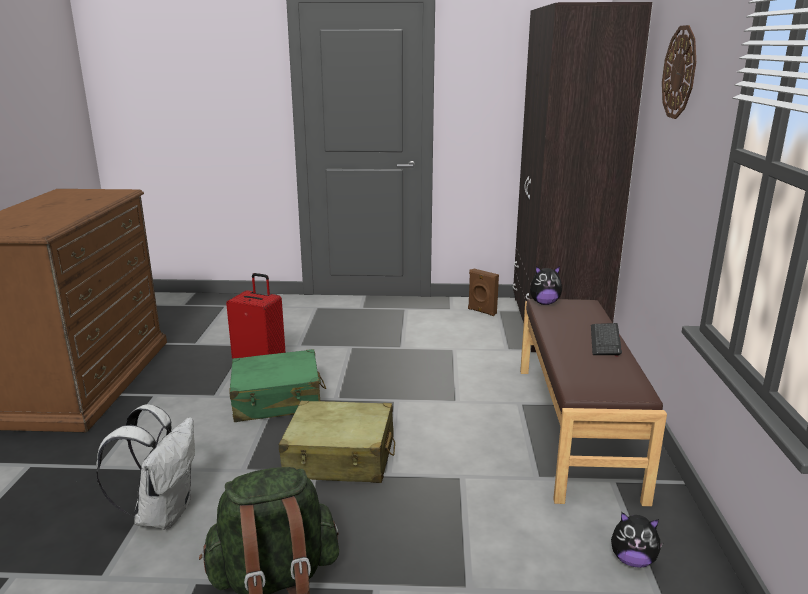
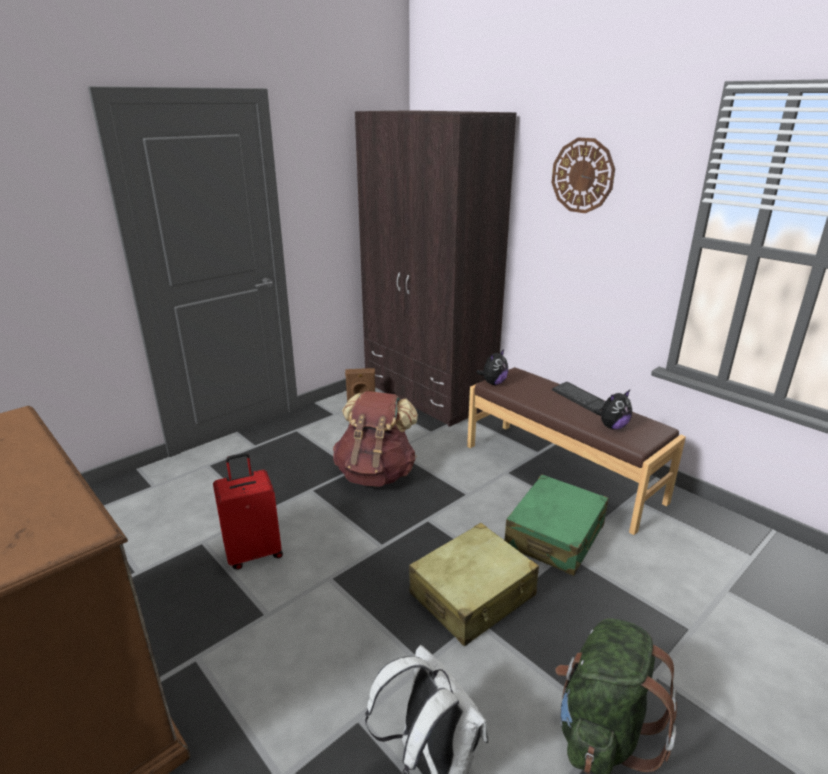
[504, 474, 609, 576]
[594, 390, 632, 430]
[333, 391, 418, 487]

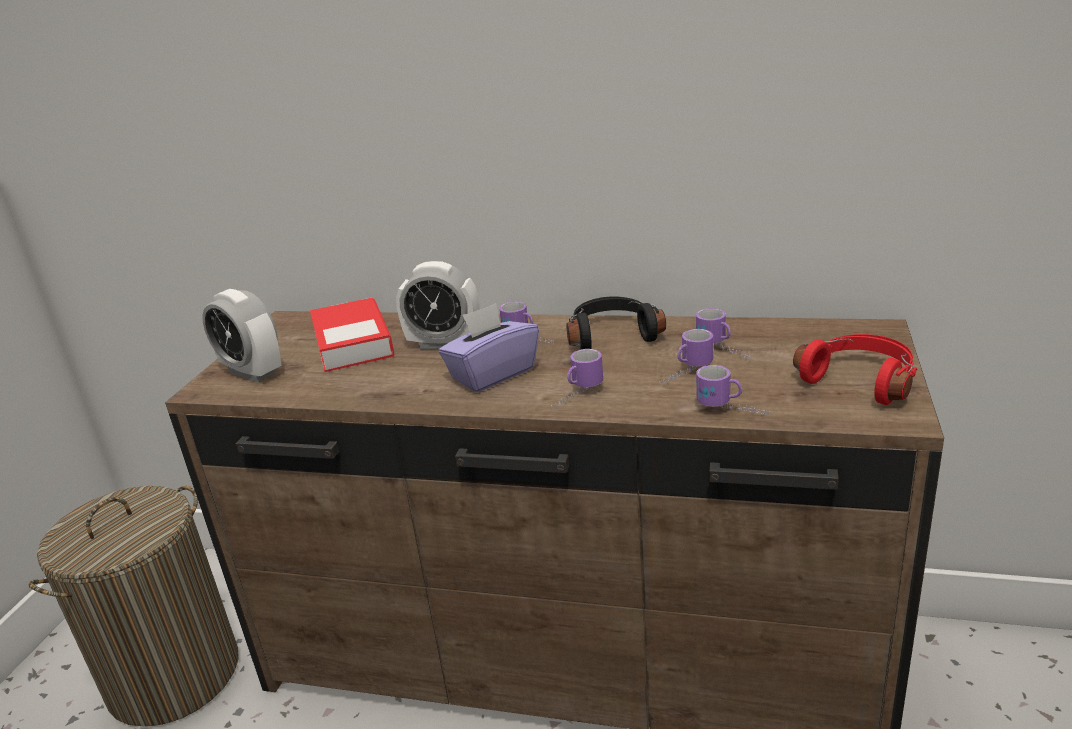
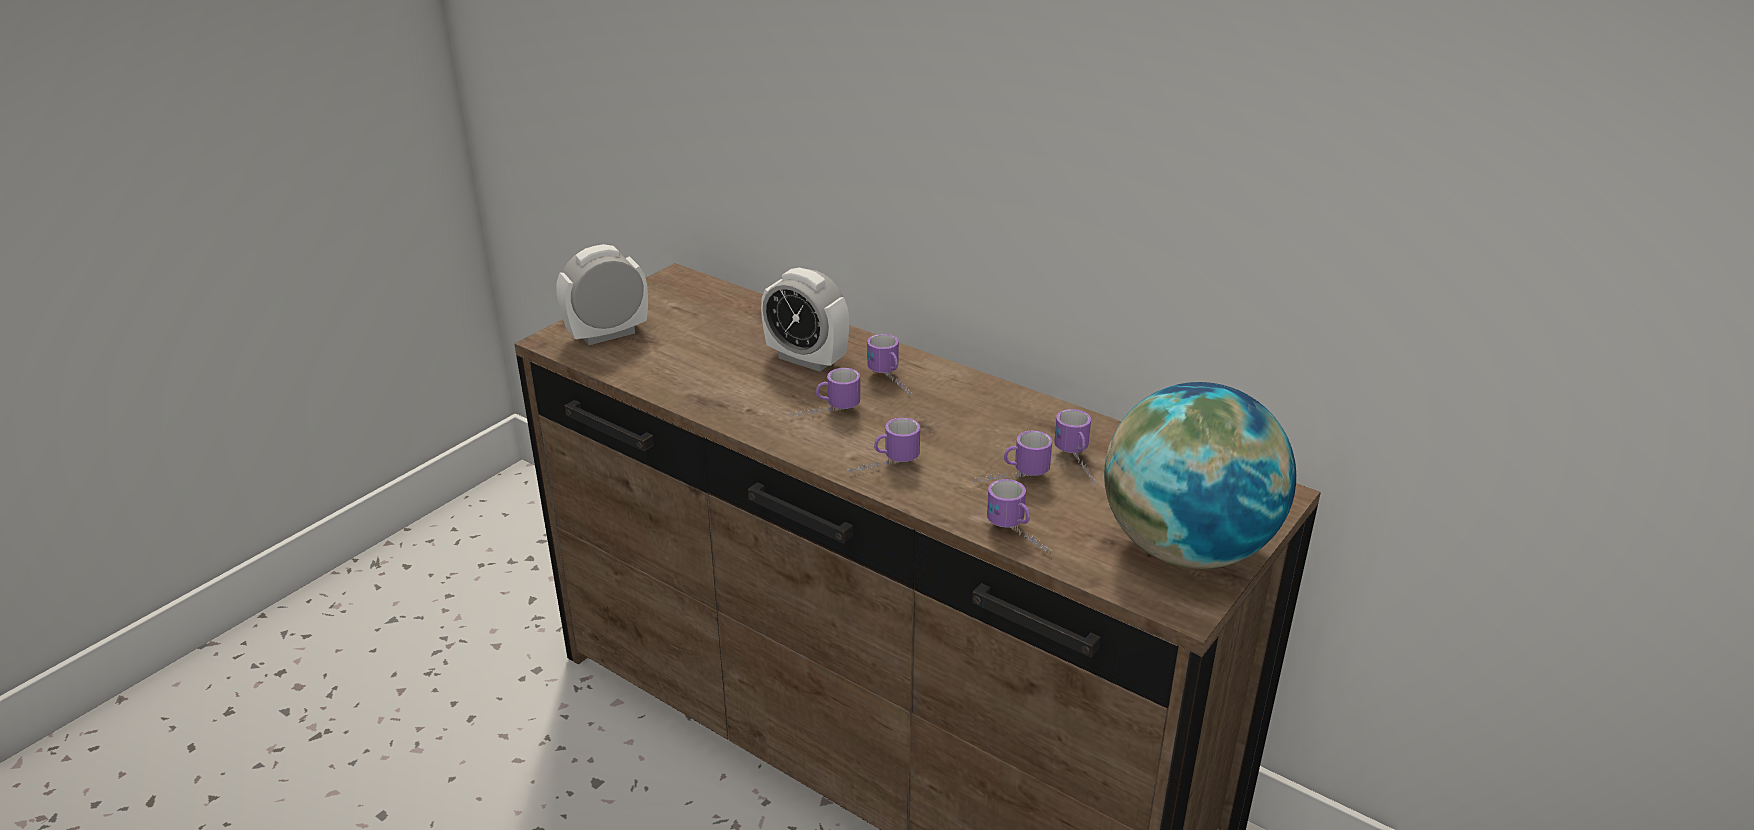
[557, 244, 648, 345]
[566, 297, 666, 349] (first image)
[310, 298, 395, 372] (first image)
[790, 368, 860, 417]
[1104, 382, 1296, 569]
[28, 486, 239, 727] (first image)

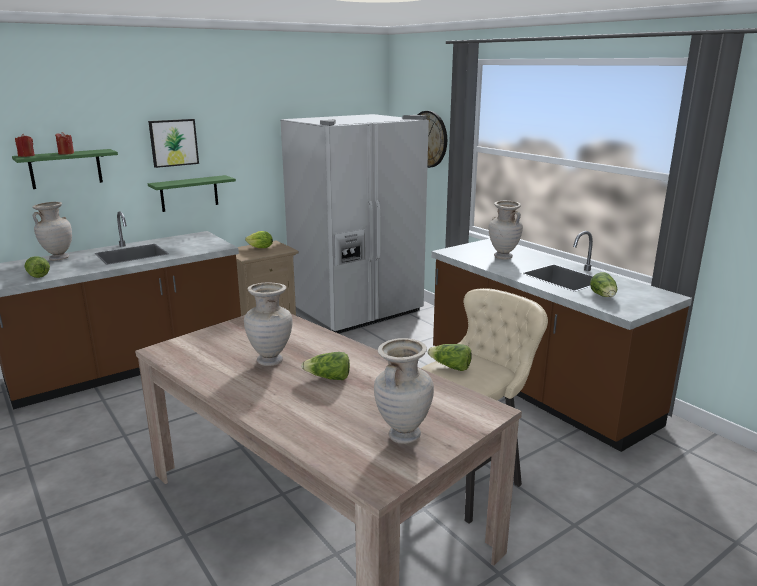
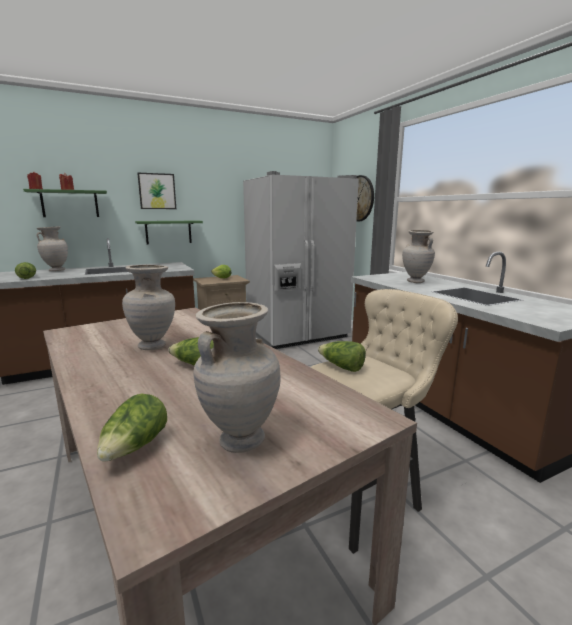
[97, 394, 167, 462]

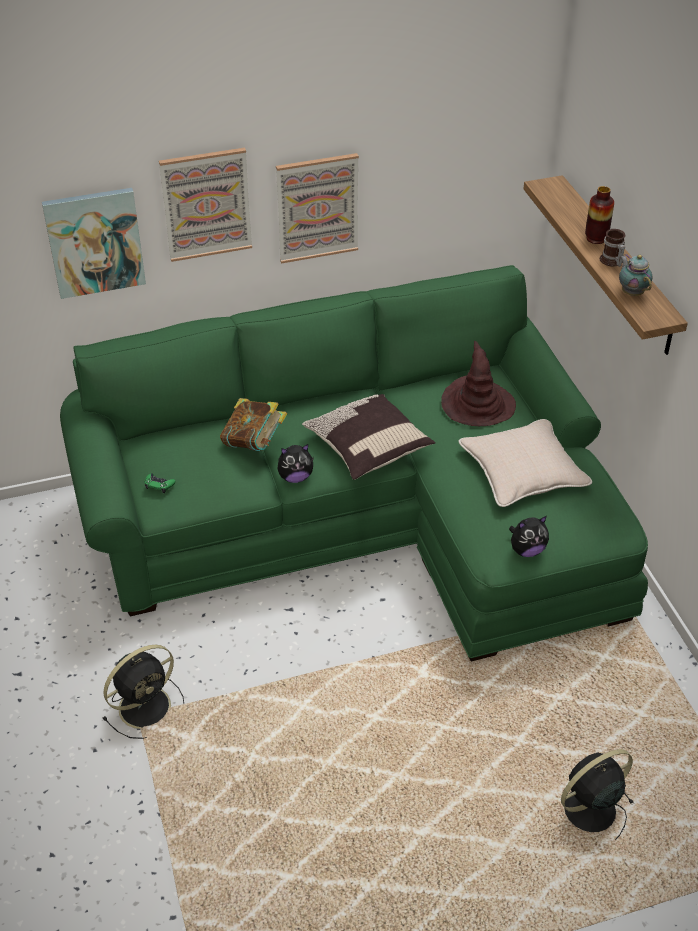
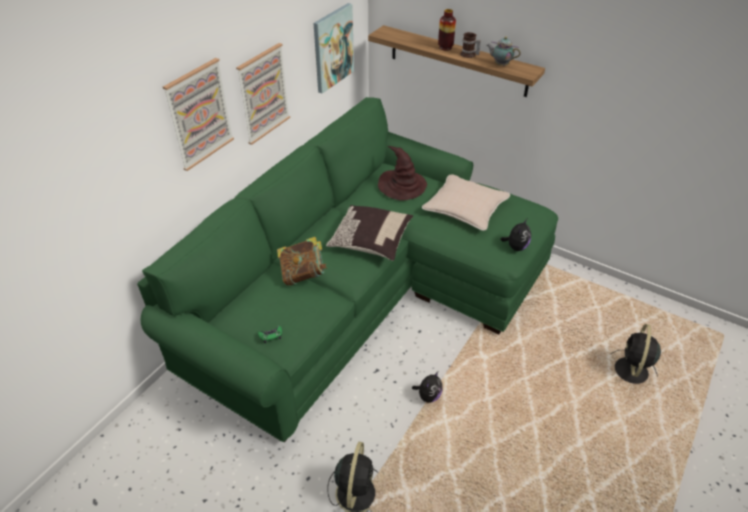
[314, 3, 354, 94]
[412, 372, 443, 403]

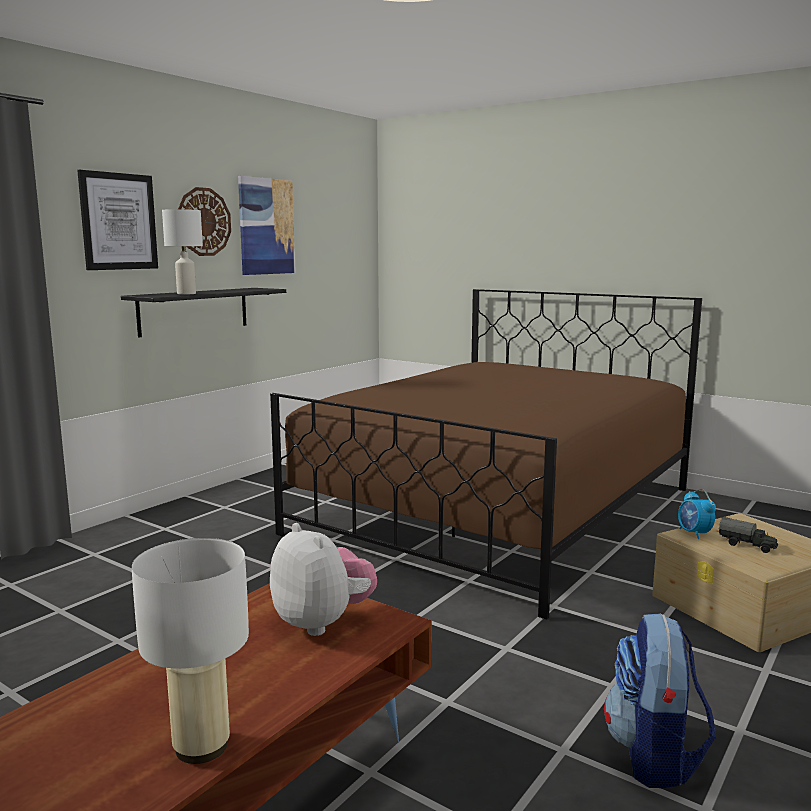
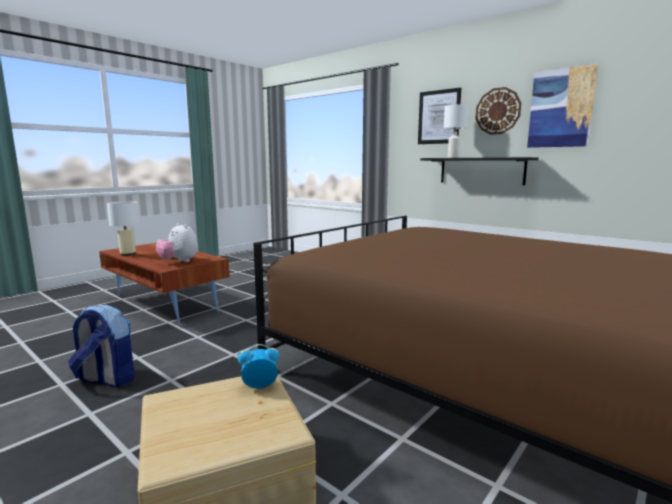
[719, 517, 778, 553] (first image)
[156, 223, 198, 262]

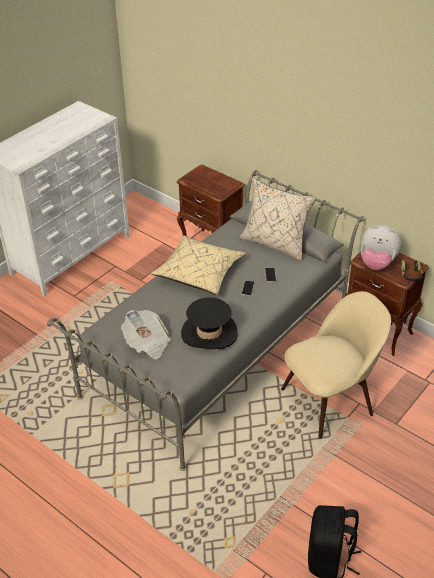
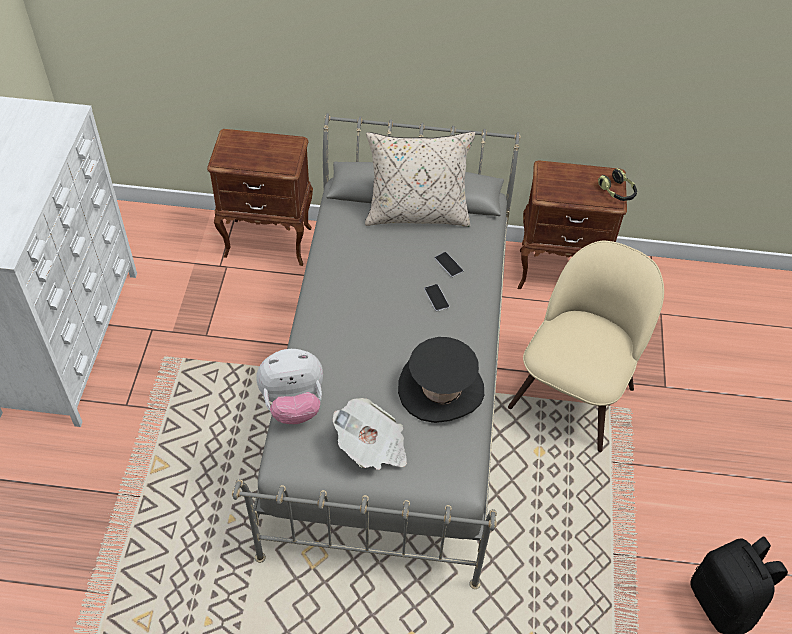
[257, 349, 323, 424]
[151, 235, 246, 295] (first image)

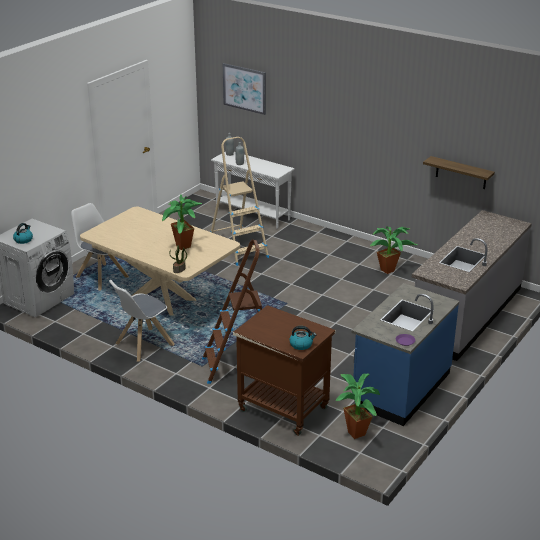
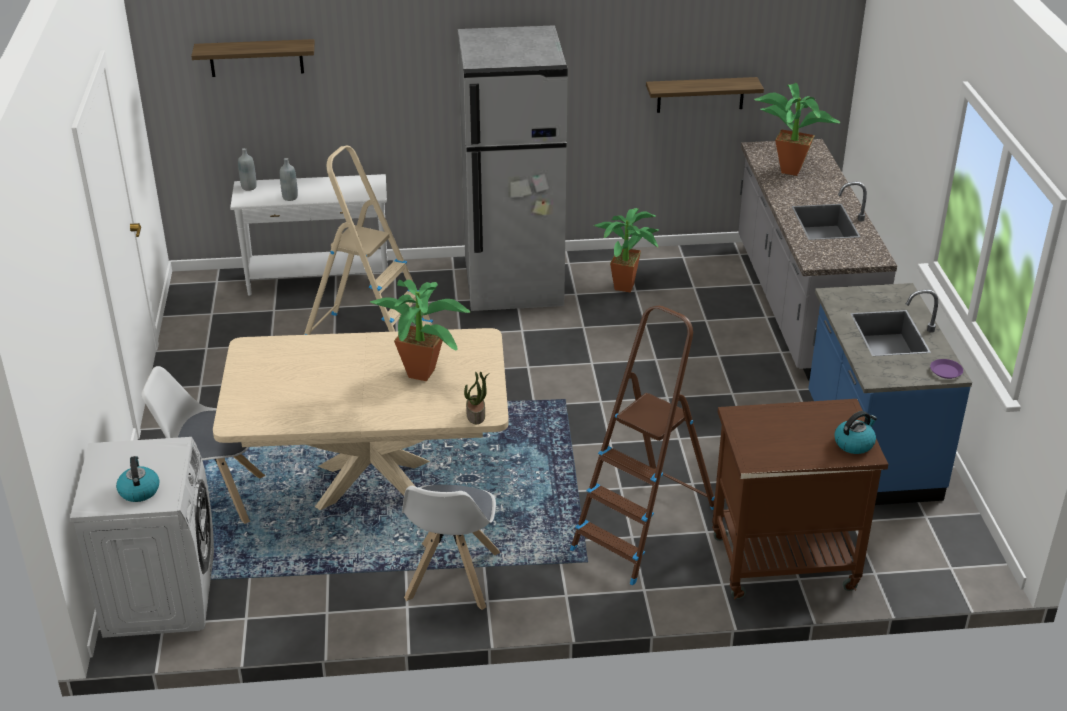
[191, 39, 315, 77]
[754, 83, 841, 176]
[458, 25, 568, 311]

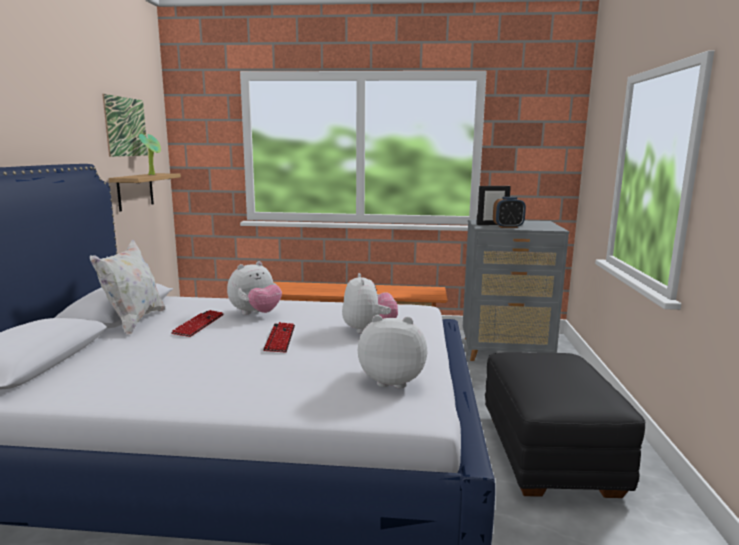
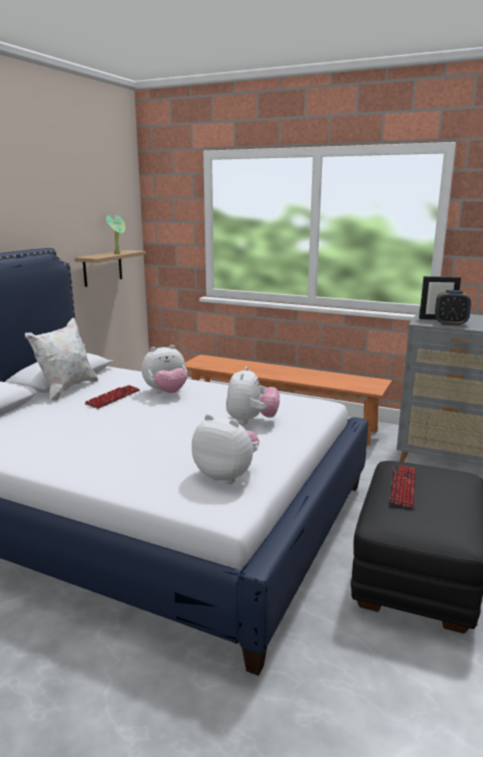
[102, 94, 148, 157] (first image)
[389, 465, 416, 508]

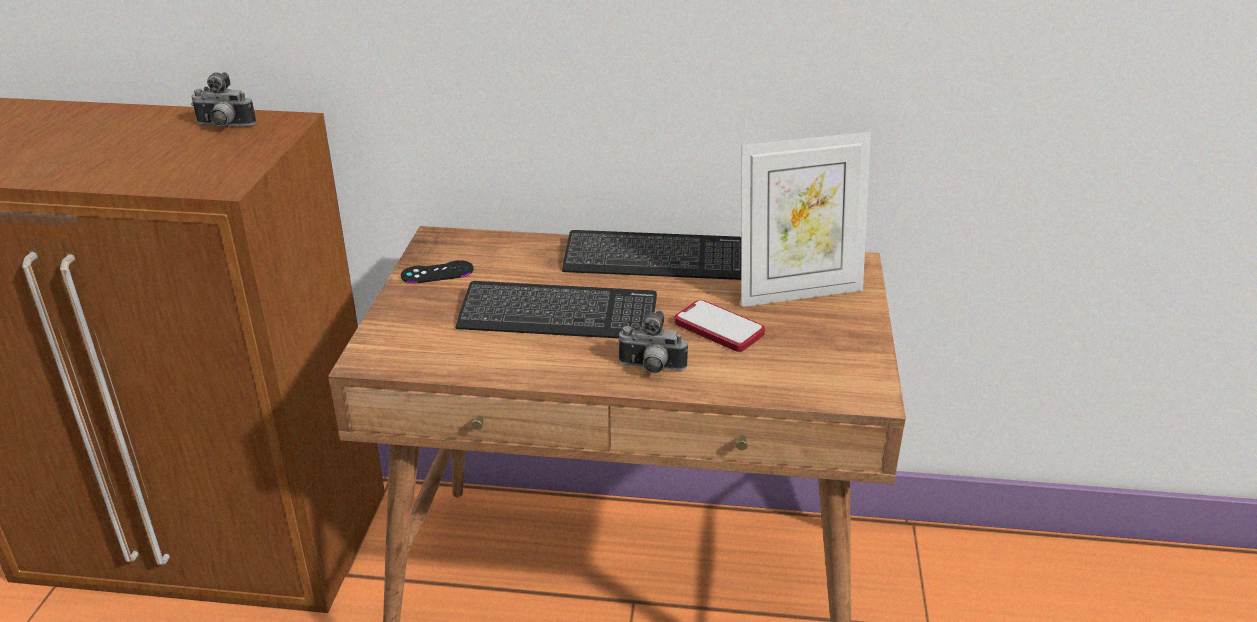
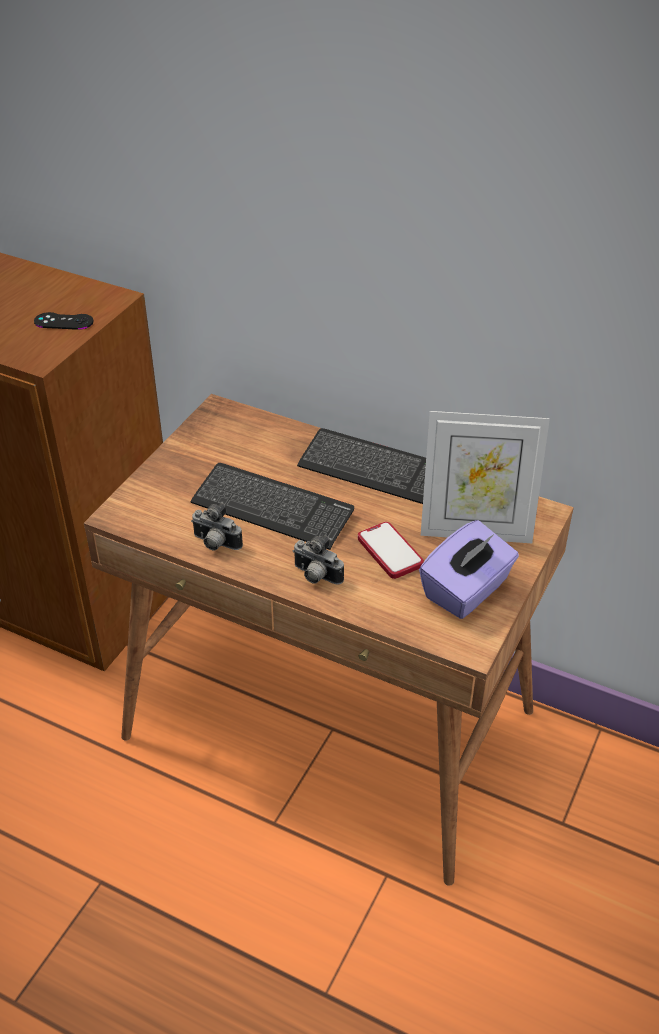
[191, 503, 243, 550]
[34, 312, 93, 330]
[419, 520, 519, 619]

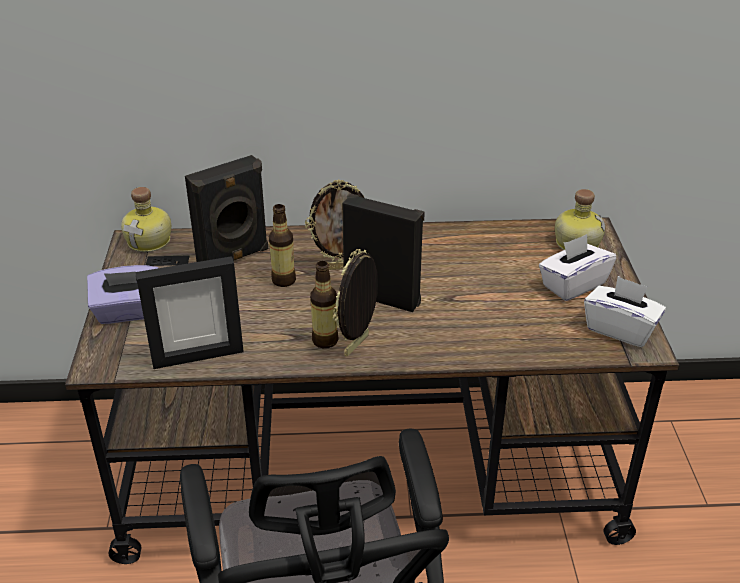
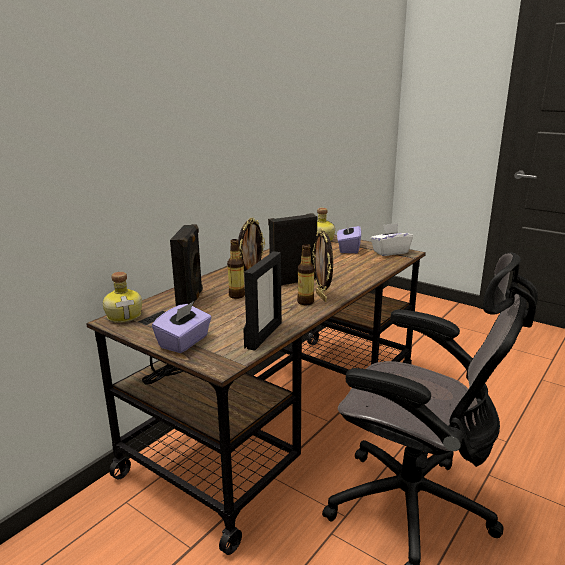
[337, 220, 361, 253]

